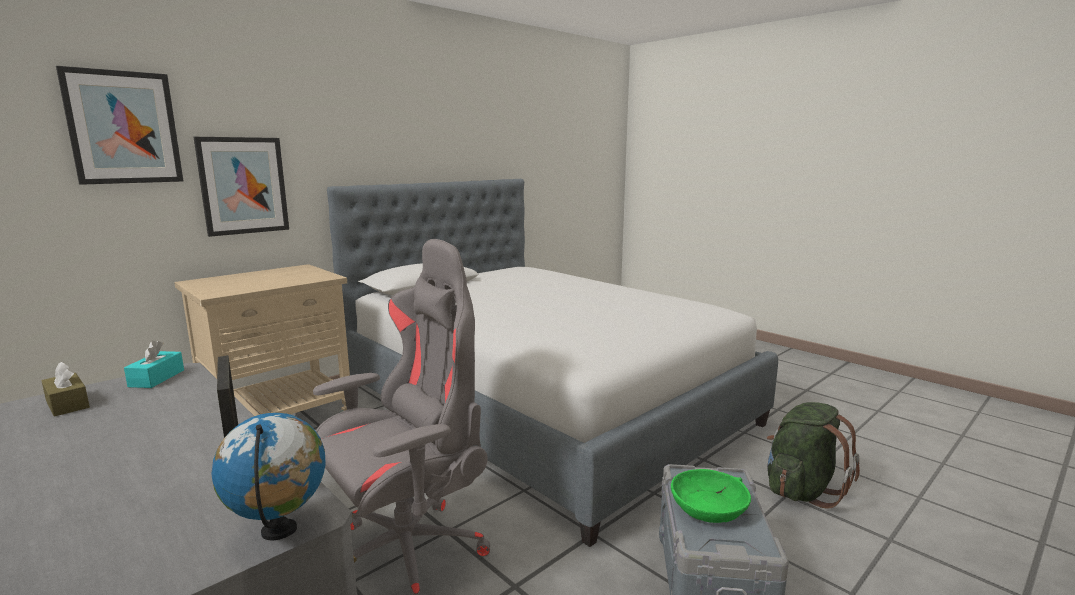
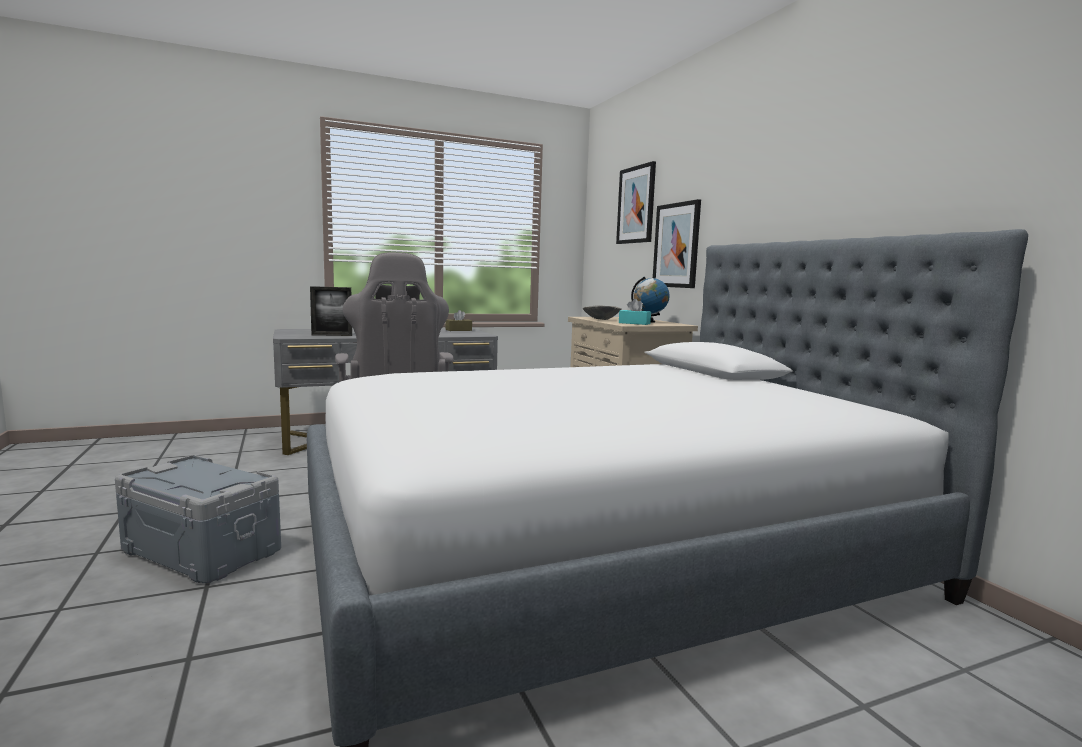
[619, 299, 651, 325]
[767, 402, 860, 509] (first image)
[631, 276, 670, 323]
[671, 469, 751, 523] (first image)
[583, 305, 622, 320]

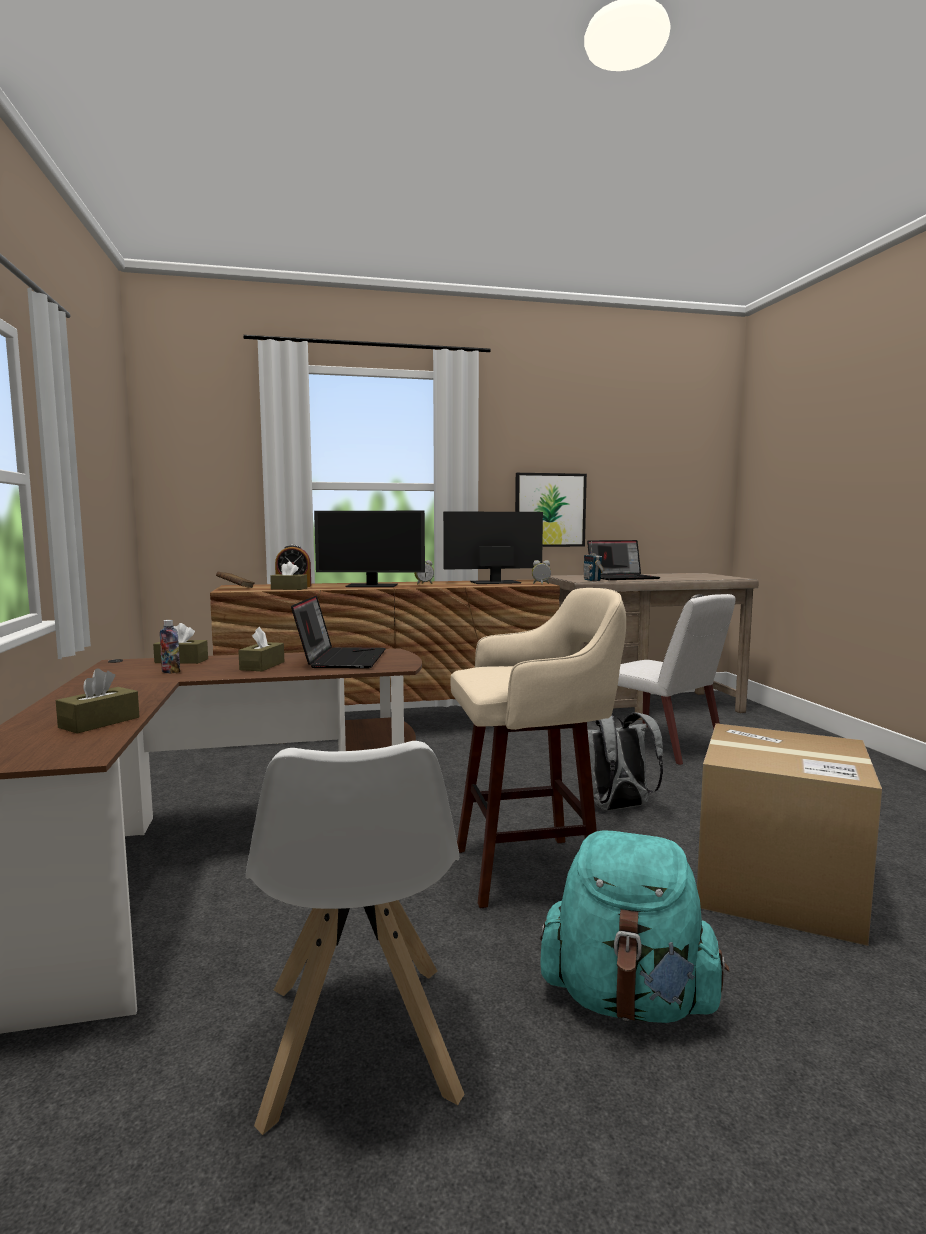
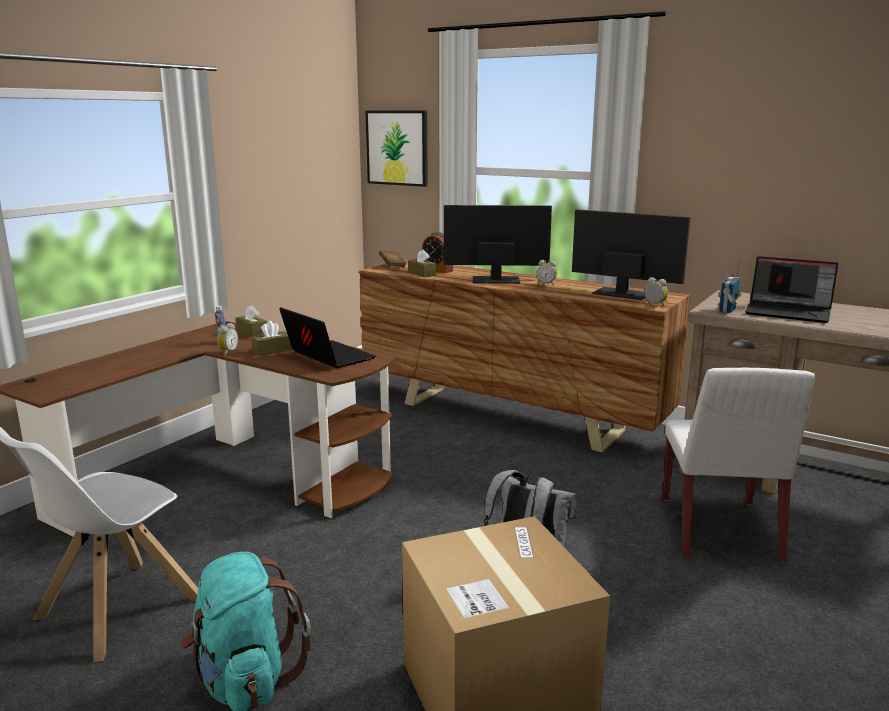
[365, 110, 428, 187]
[444, 205, 552, 284]
[450, 588, 626, 908] (first image)
[279, 307, 376, 368]
[56, 668, 139, 734] (first image)
[217, 323, 238, 356]

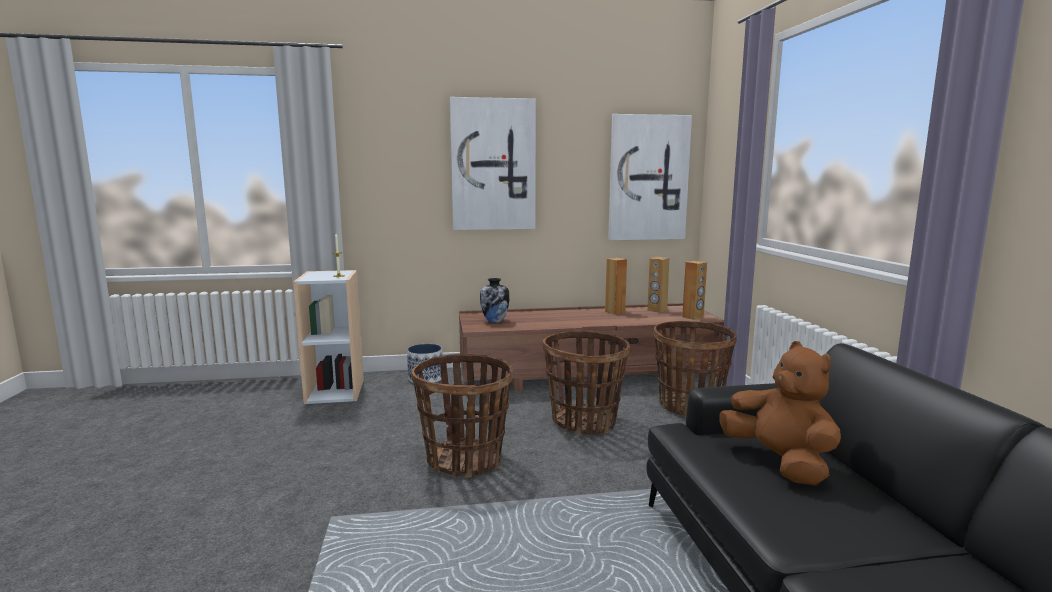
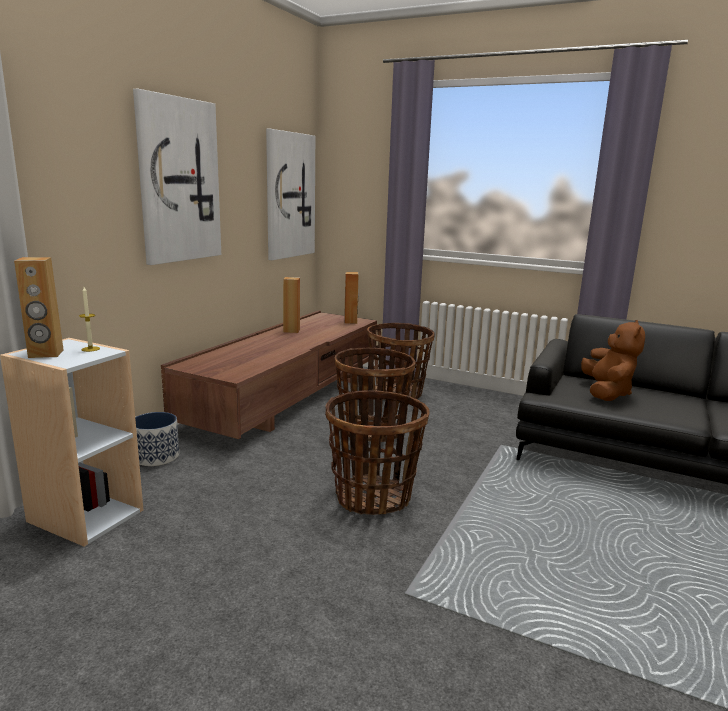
[14, 257, 64, 358]
[480, 278, 509, 323] (first image)
[581, 320, 645, 401]

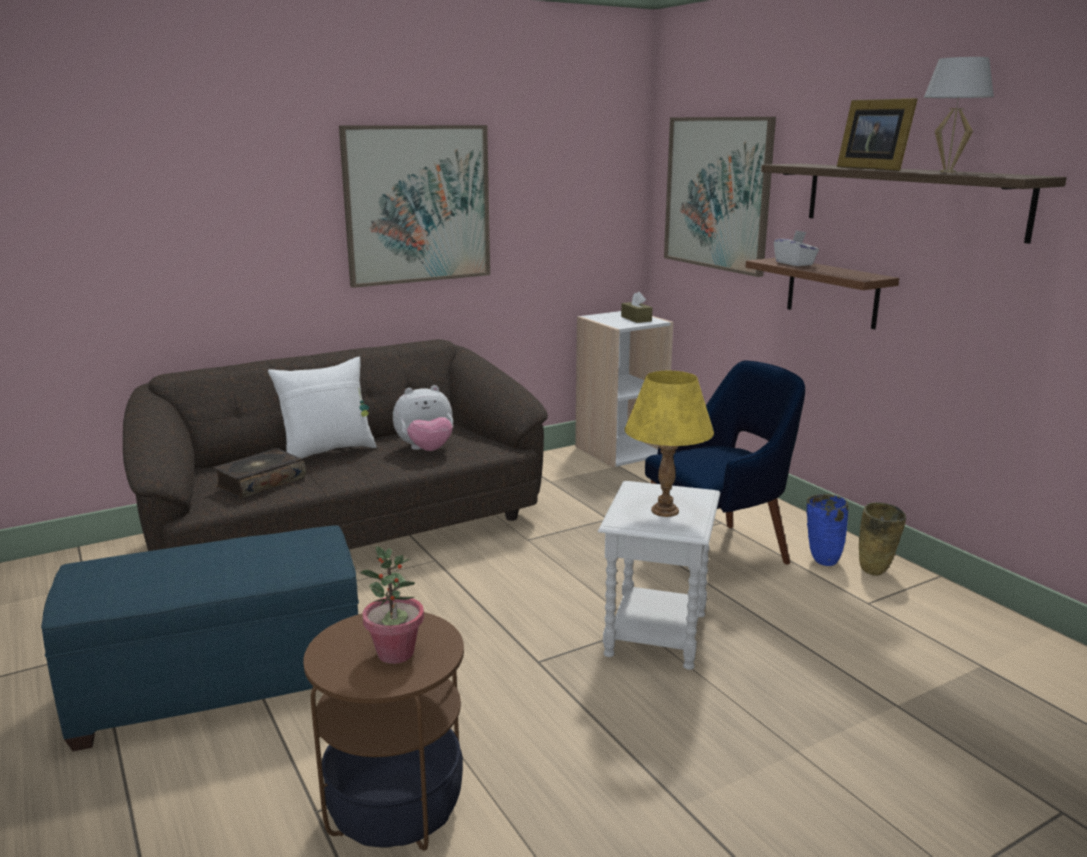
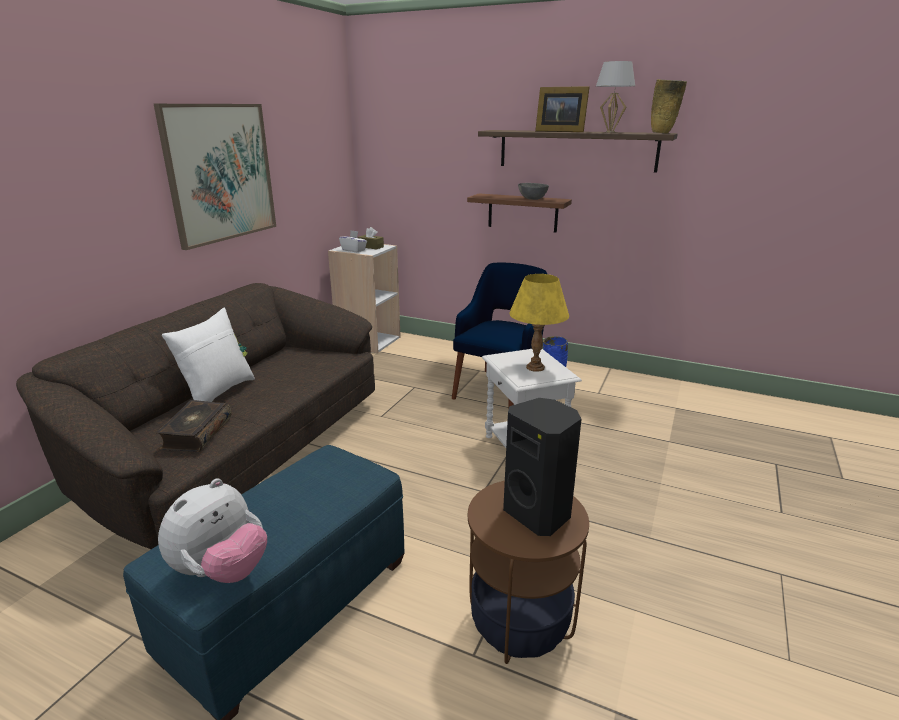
[664, 117, 776, 277] (first image)
[339, 230, 367, 252]
[158, 478, 267, 583]
[651, 79, 687, 134]
[503, 398, 582, 536]
[518, 183, 549, 200]

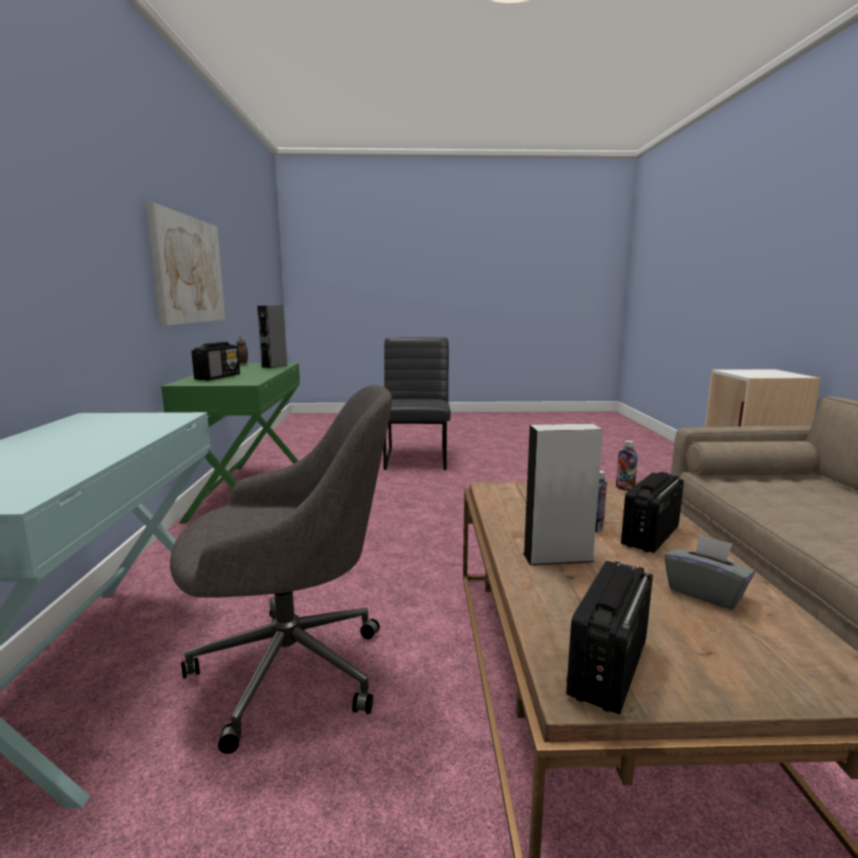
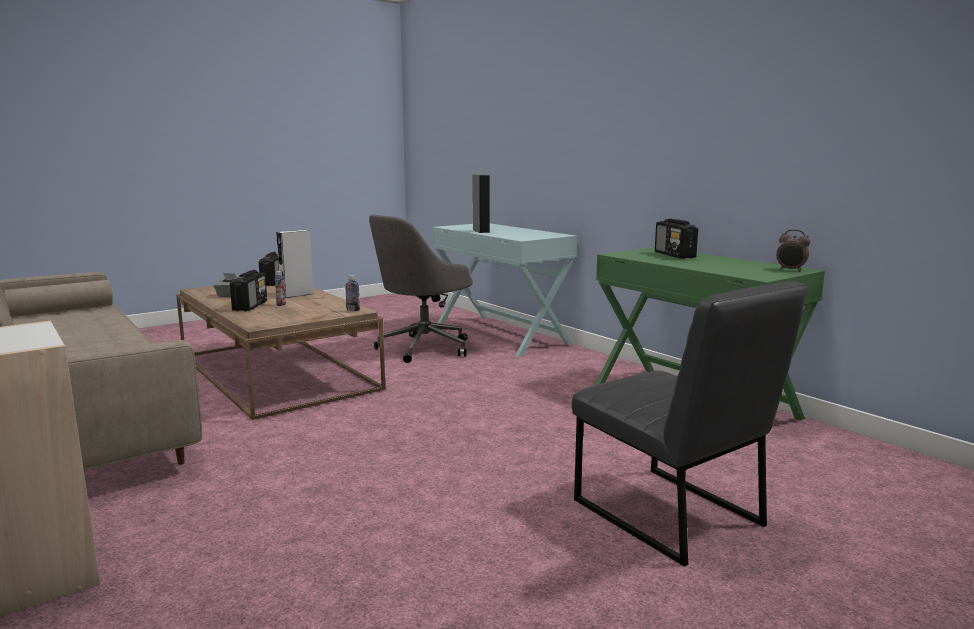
[146, 202, 225, 325] (first image)
[473, 174, 490, 233]
[345, 275, 360, 311]

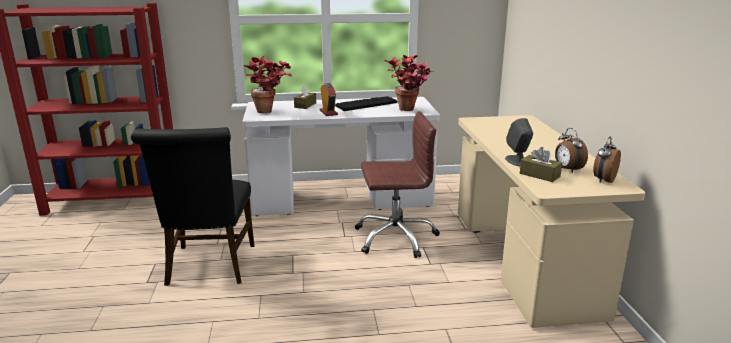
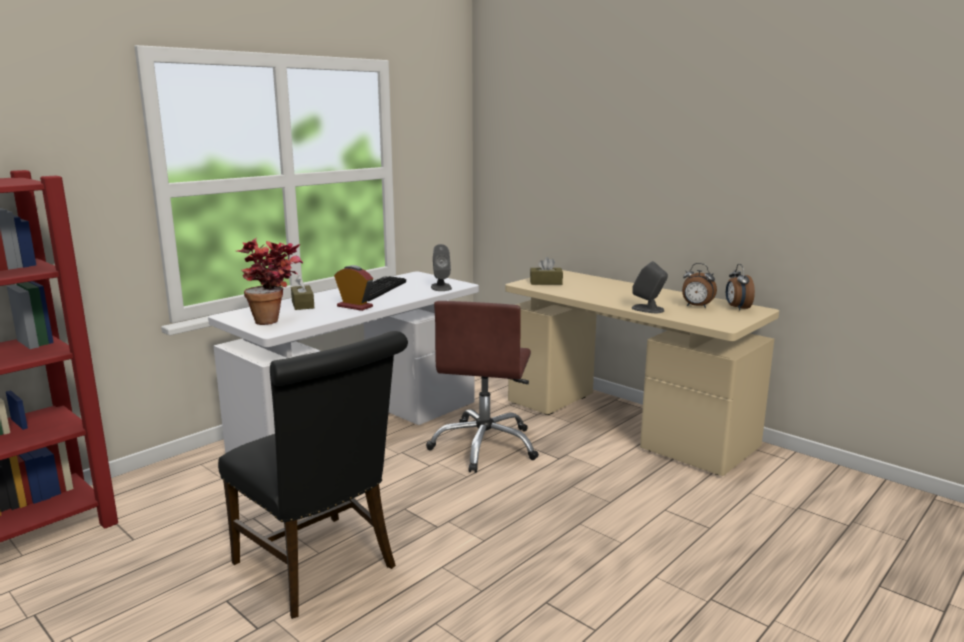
[431, 244, 452, 291]
[426, 301, 539, 473]
[530, 257, 563, 285]

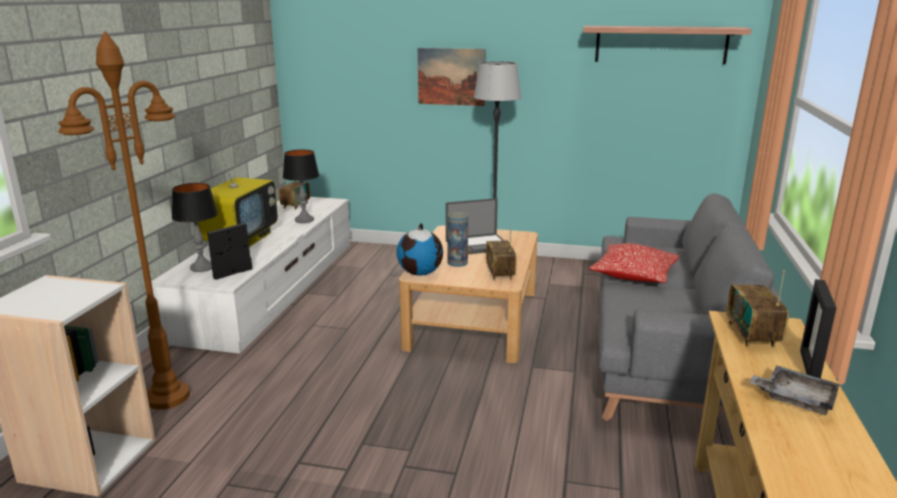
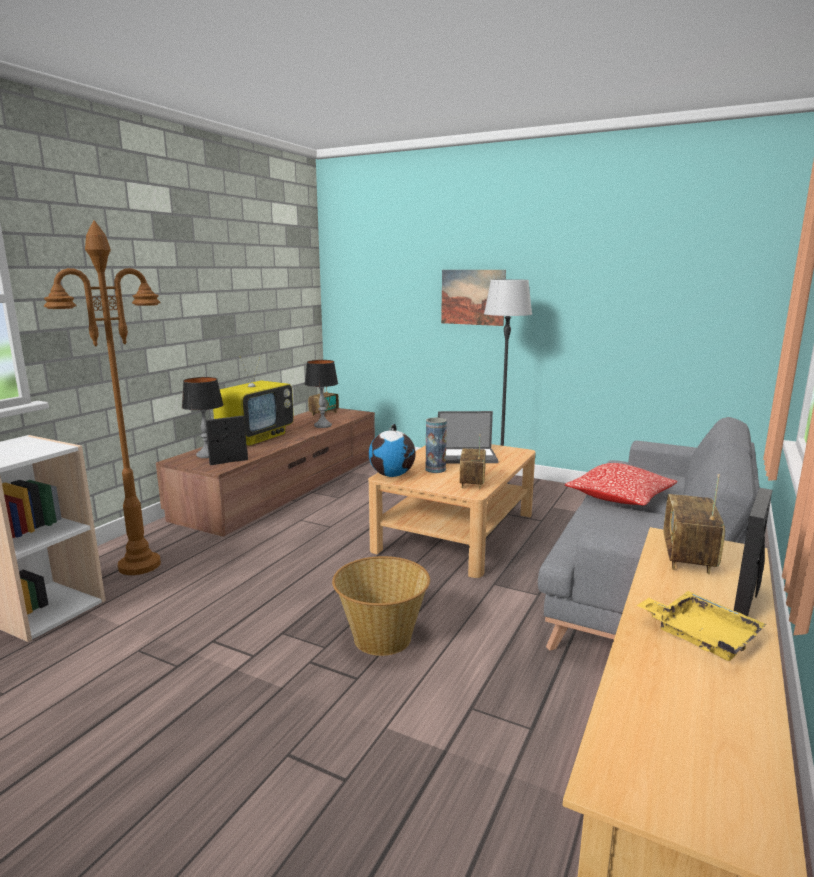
[583, 26, 752, 64] (first image)
[156, 408, 375, 537]
[637, 591, 767, 661]
[332, 556, 430, 656]

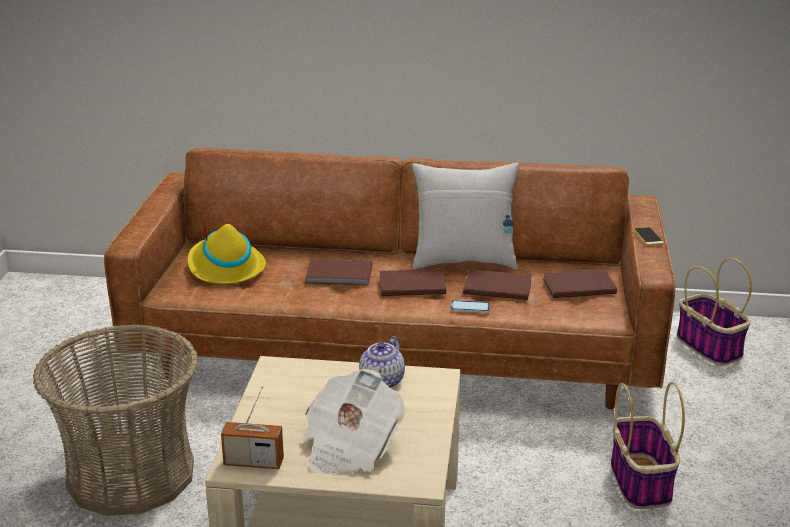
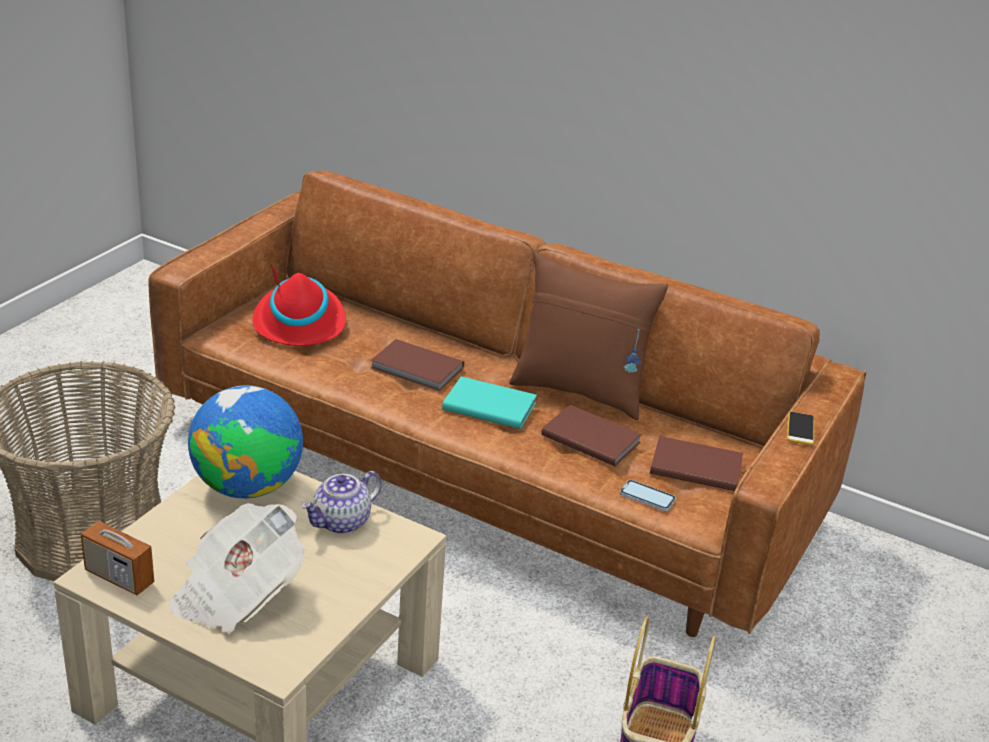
[509, 253, 668, 420]
[252, 264, 346, 346]
[677, 258, 752, 366] (first image)
[442, 377, 537, 429]
[620, 480, 676, 511]
[188, 385, 303, 499]

